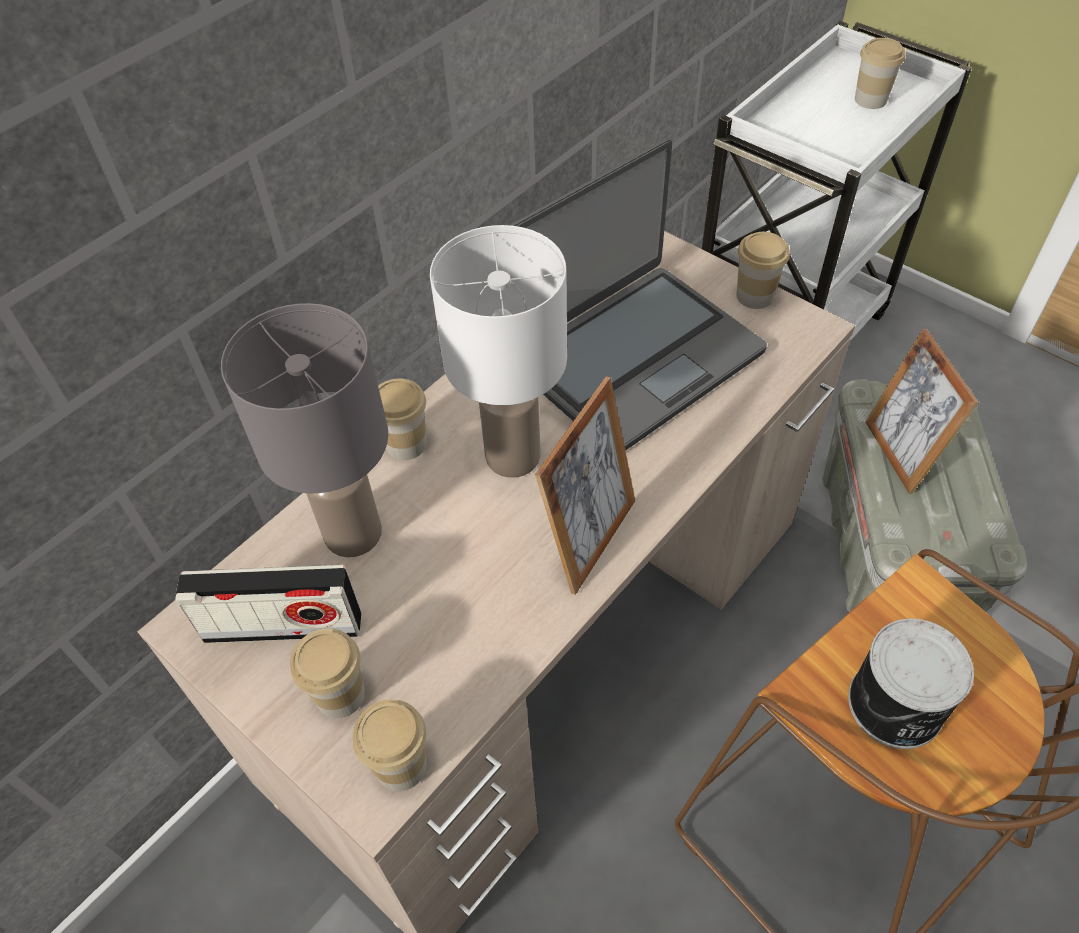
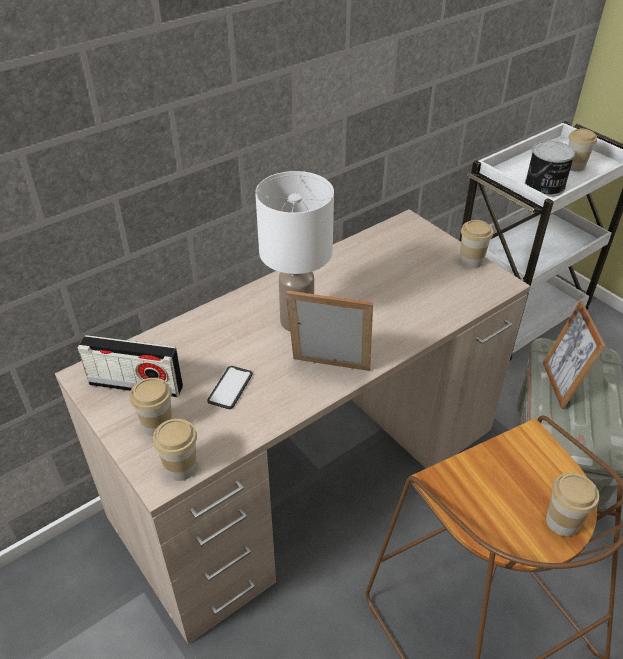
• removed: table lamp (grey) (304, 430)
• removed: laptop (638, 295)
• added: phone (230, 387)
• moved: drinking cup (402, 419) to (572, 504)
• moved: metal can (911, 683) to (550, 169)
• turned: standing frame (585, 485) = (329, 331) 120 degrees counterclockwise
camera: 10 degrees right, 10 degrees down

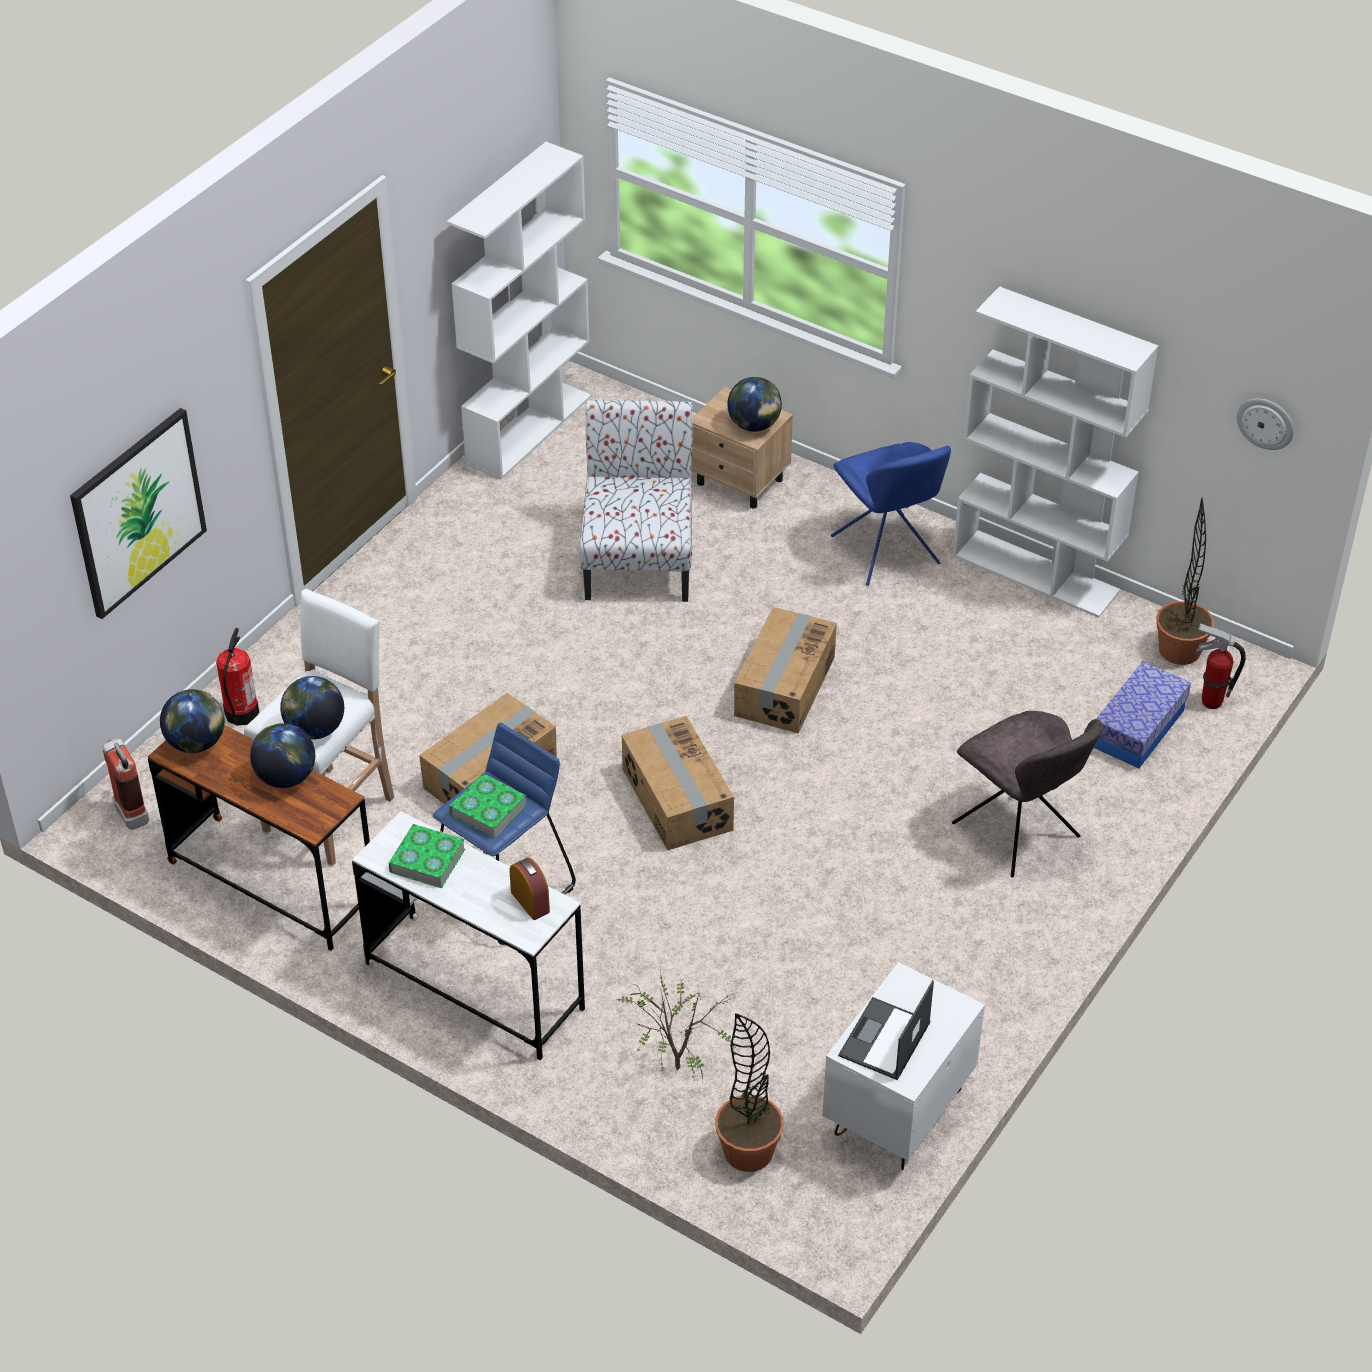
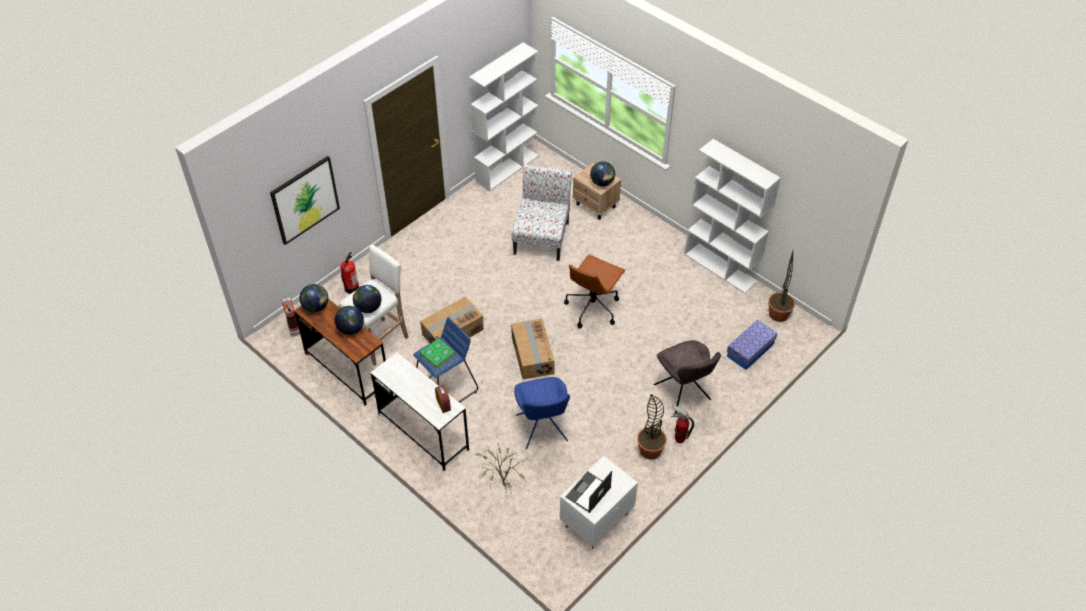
• removed: volume (427, 856)
• removed: hanging clock (1265, 424)
• moved: houseplant (749, 1092) to (652, 426)
• moved: plain chair (blue-coloured) (891, 514) to (542, 413)
• moved: extinguisher (1221, 666) to (682, 424)
• replaced: cardboard box (785, 670) to computer chair (brown-coloured) (595, 291)
camera: 10 degrees right, 5 degrees up

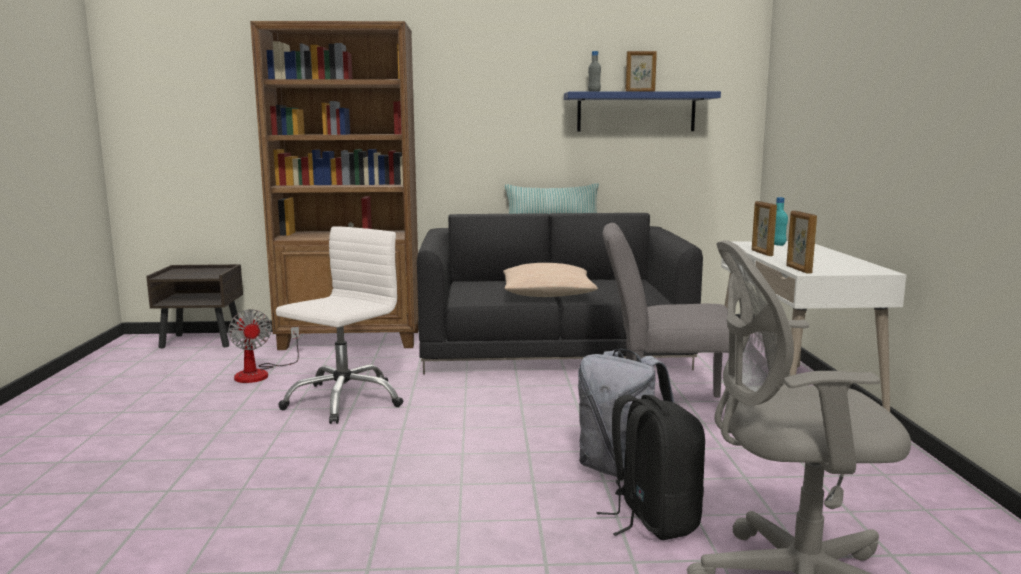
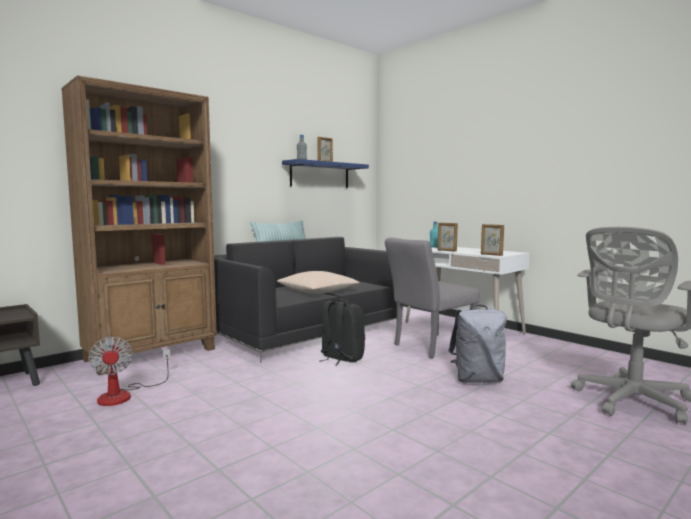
• removed: computer chair (whitish) (339, 325)
• moved: backpack (black-coloured) (650, 467) to (342, 332)
• turned: cooling fan (263, 346) = (129, 371) 45 degrees clockwise
camera: 40 degrees left, 5 degrees down

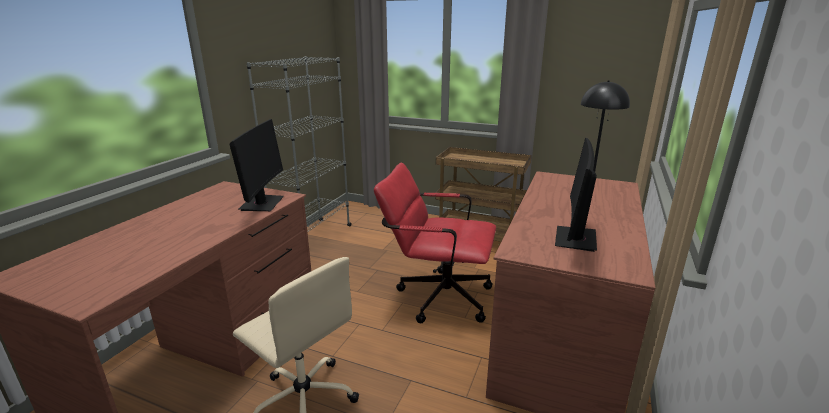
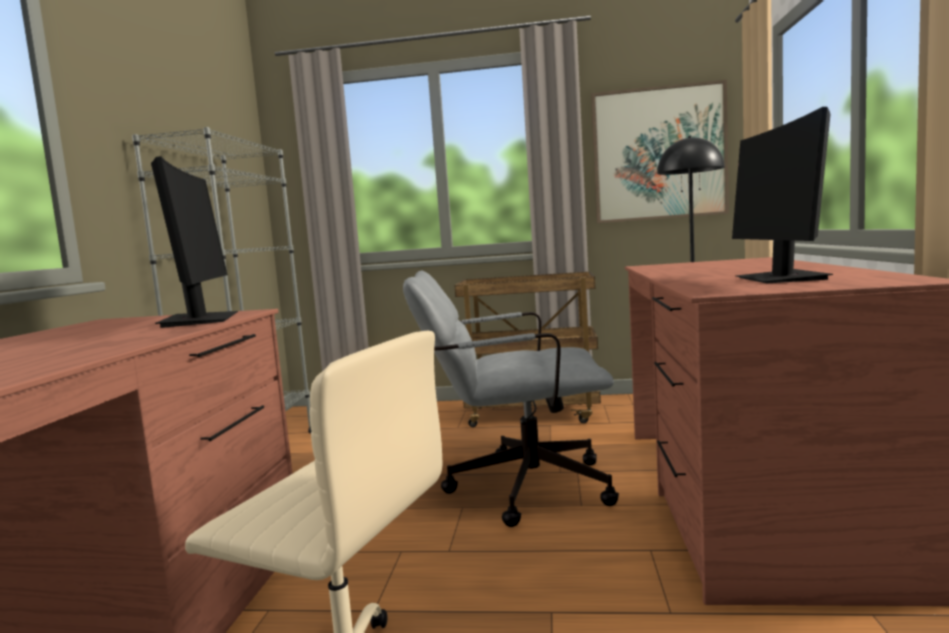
• added: picture (660, 151)
• recoloured: computer chair (reddish) (435, 243) to computer chair (grey) (511, 398)
camera: 15 degrees left, 15 degrees down

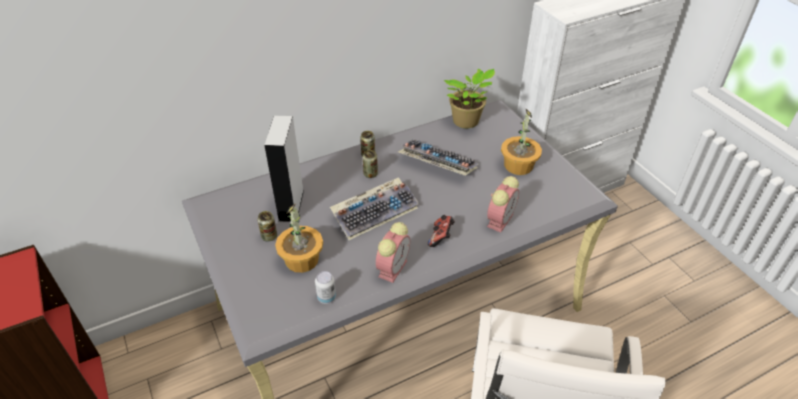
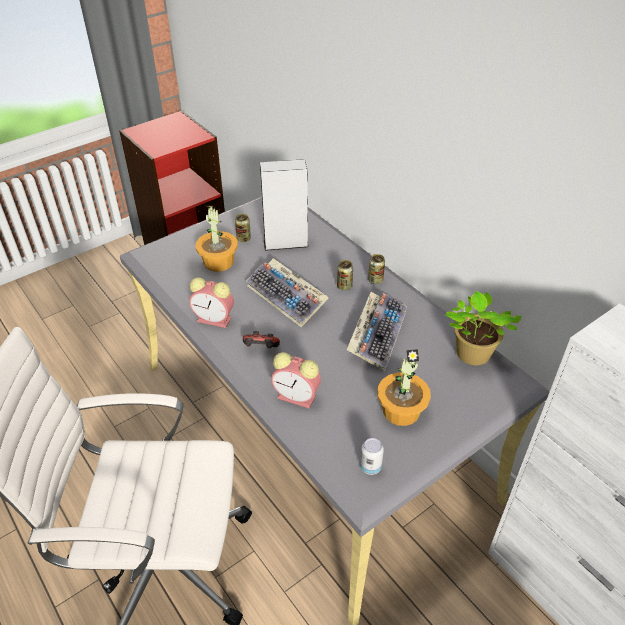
• moved: metal can (325, 287) to (372, 456)
camera: 80 degrees right, 0 degrees up

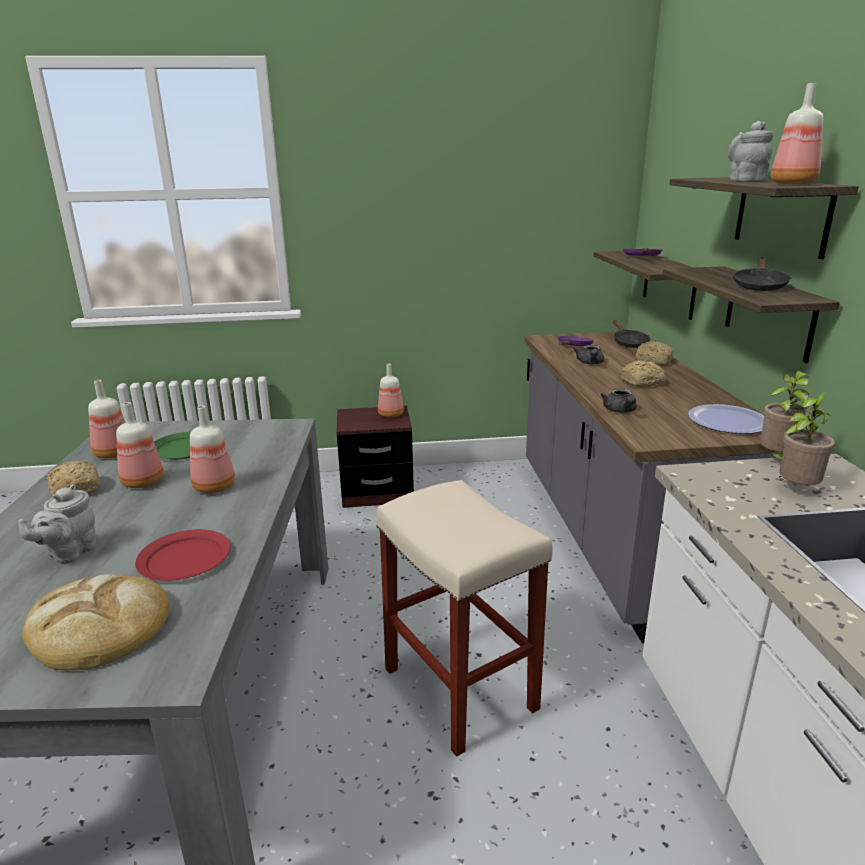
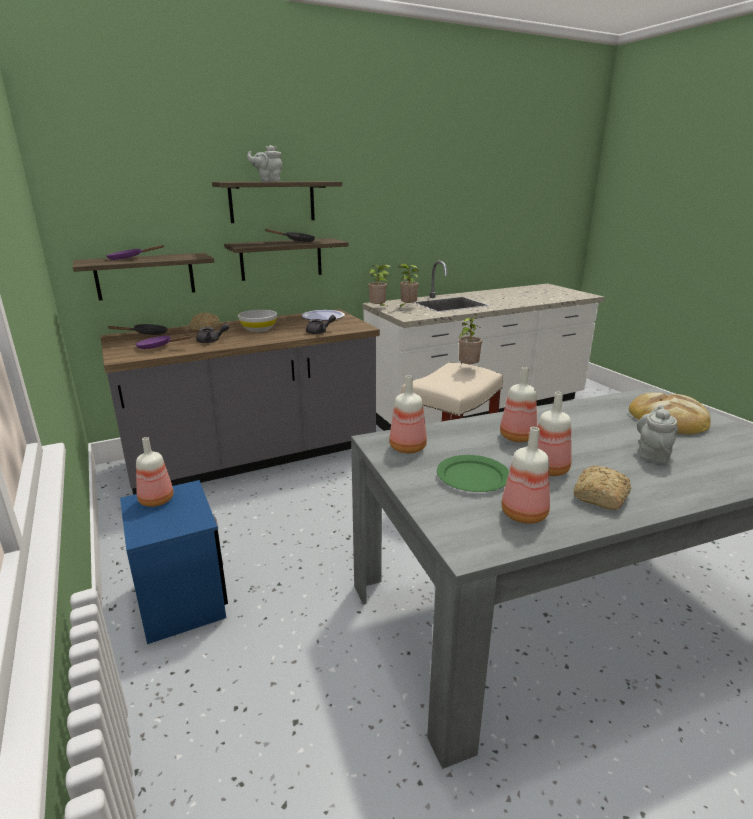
• removed: flat dish (reddish) (183, 555)
• added: houseplant (470, 339)
• moved: beverage bottle (796, 134) to (408, 414)
• replaced: bakery bread (643, 373) to deep dish (whitish) (257, 321)
• recoloured: bedside table (brown-coloured) (375, 457) to bedside table (blue-coloured) (174, 562)
• turned: tea pot (grey) (57, 524) = (657, 434) 75 degrees counterclockwise
camera: 110 degrees left, 0 degrees up

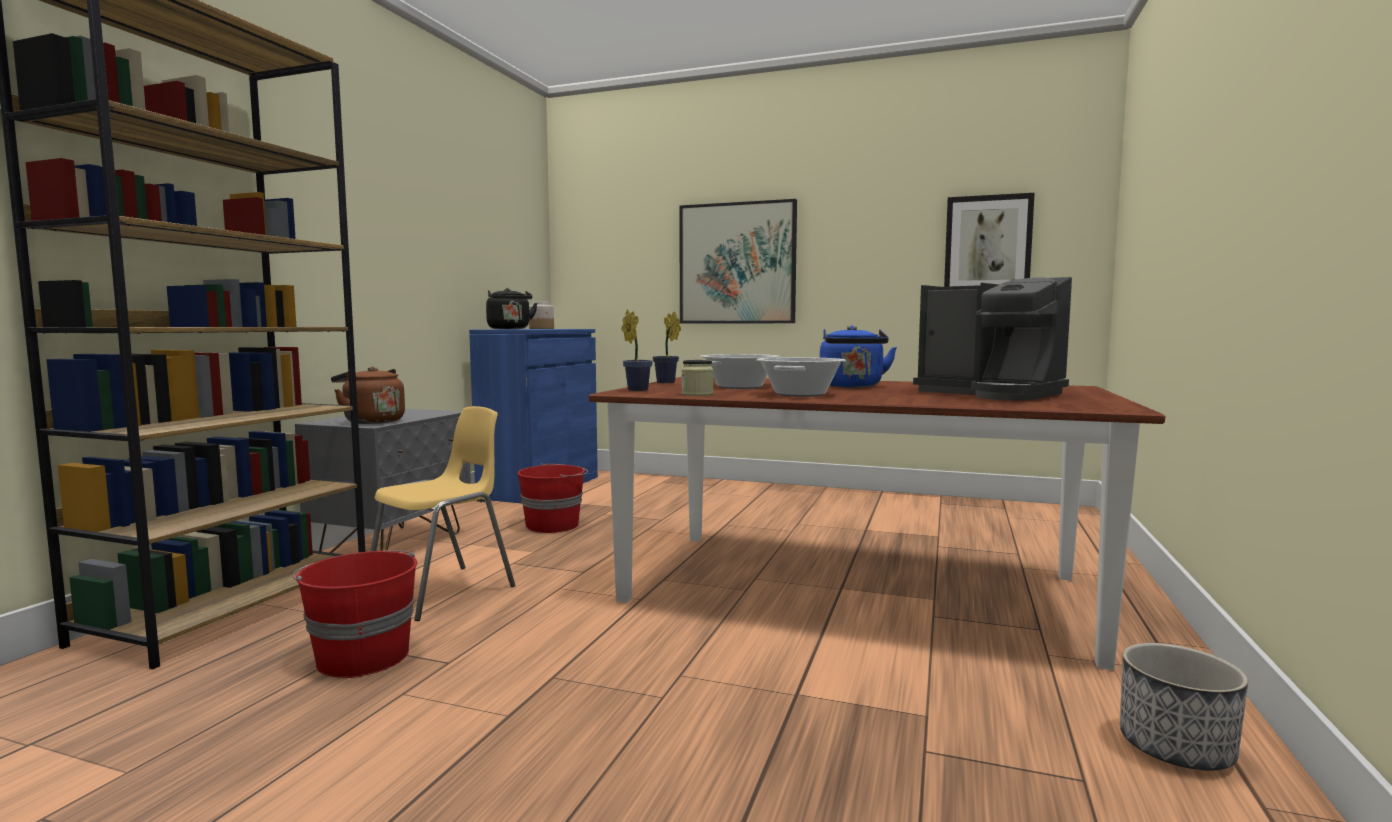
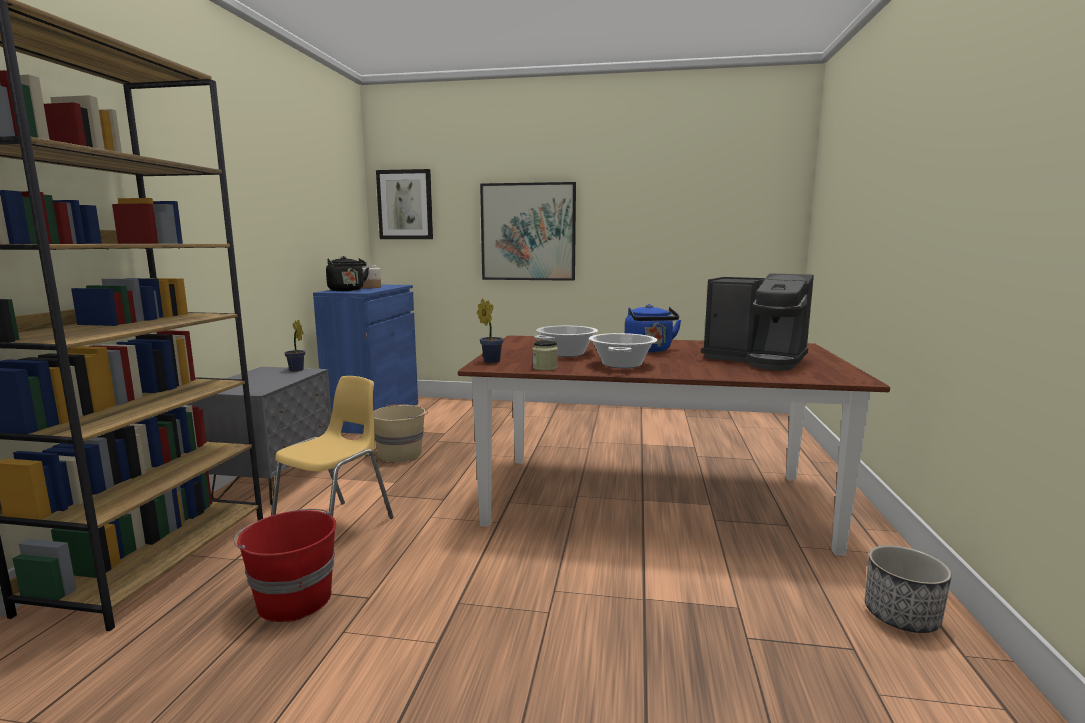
• removed: tea kettle (brown-coloured) (368, 395)
• moved: houseplant (667, 347) to (295, 345)
• moved: picture (989, 240) to (404, 204)
• recoloured: water bucket (reddish) (553, 498) to water bucket (beige) (400, 433)
camera: 10 degrees left, 5 degrees up

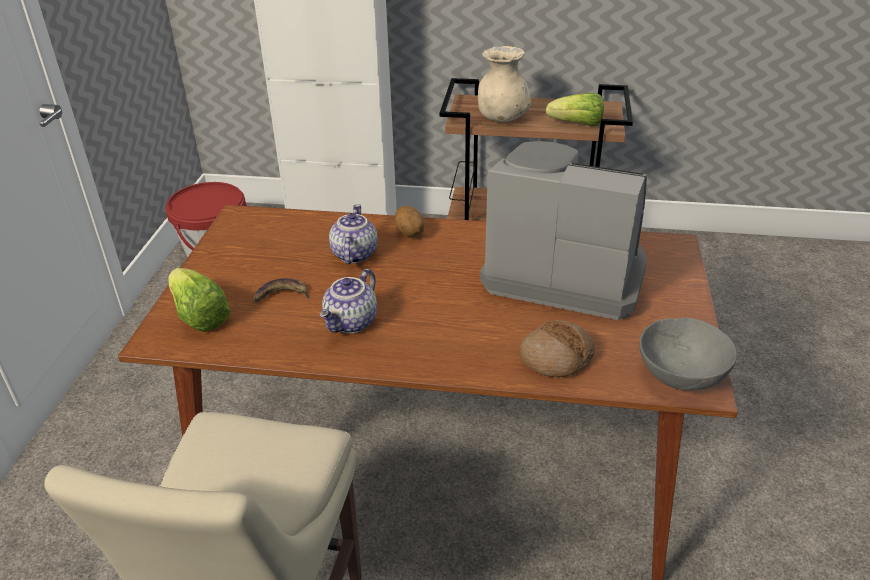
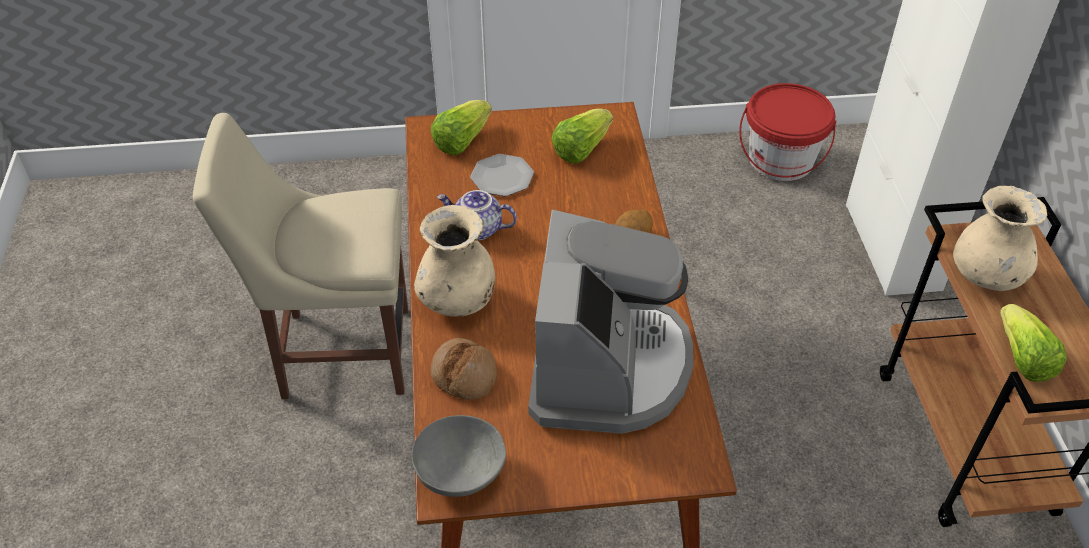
• removed: tea pot (353, 234)
• added: vase (beige) (454, 261)
• added: lettuce (582, 136)
• replaced: banana (282, 290) to flat dish (502, 175)
camera: 75 degrees right, 10 degrees up

